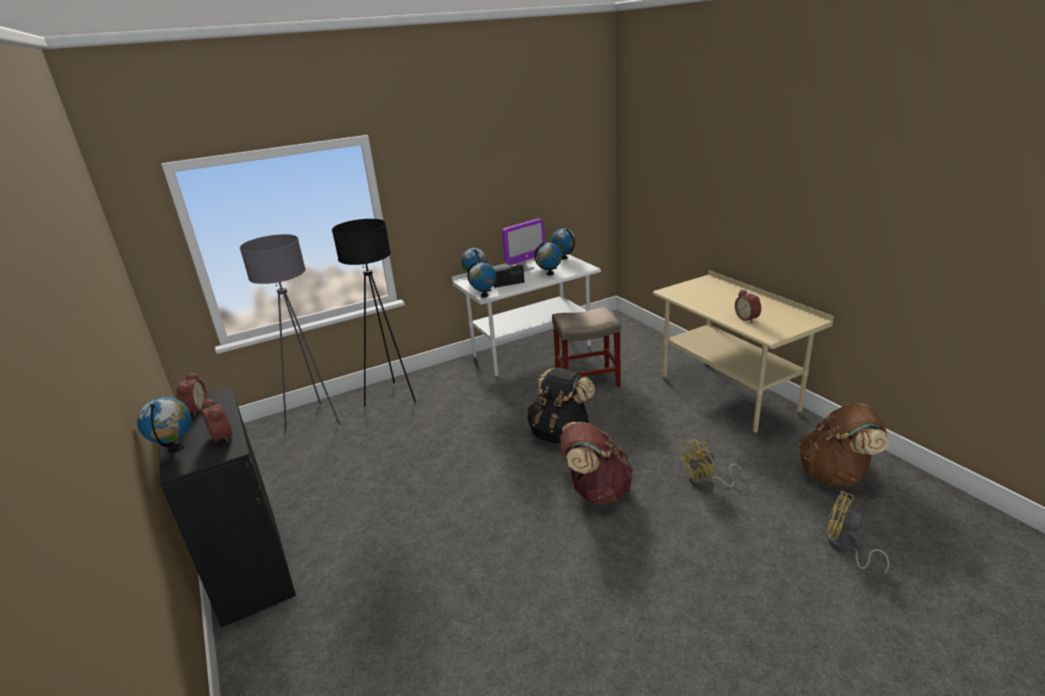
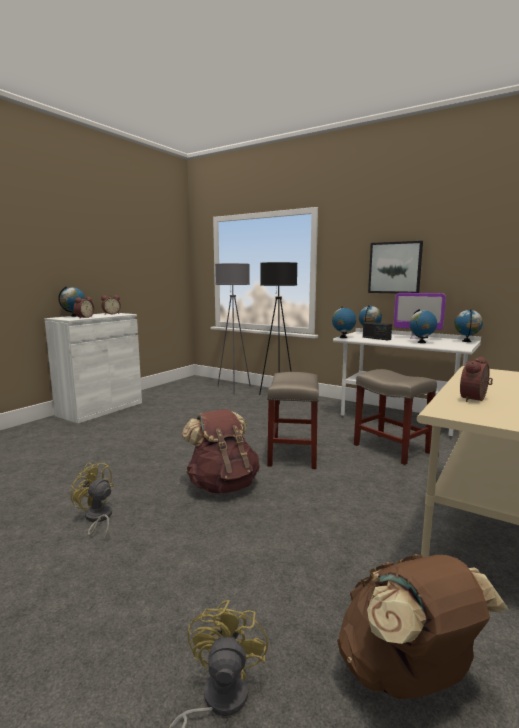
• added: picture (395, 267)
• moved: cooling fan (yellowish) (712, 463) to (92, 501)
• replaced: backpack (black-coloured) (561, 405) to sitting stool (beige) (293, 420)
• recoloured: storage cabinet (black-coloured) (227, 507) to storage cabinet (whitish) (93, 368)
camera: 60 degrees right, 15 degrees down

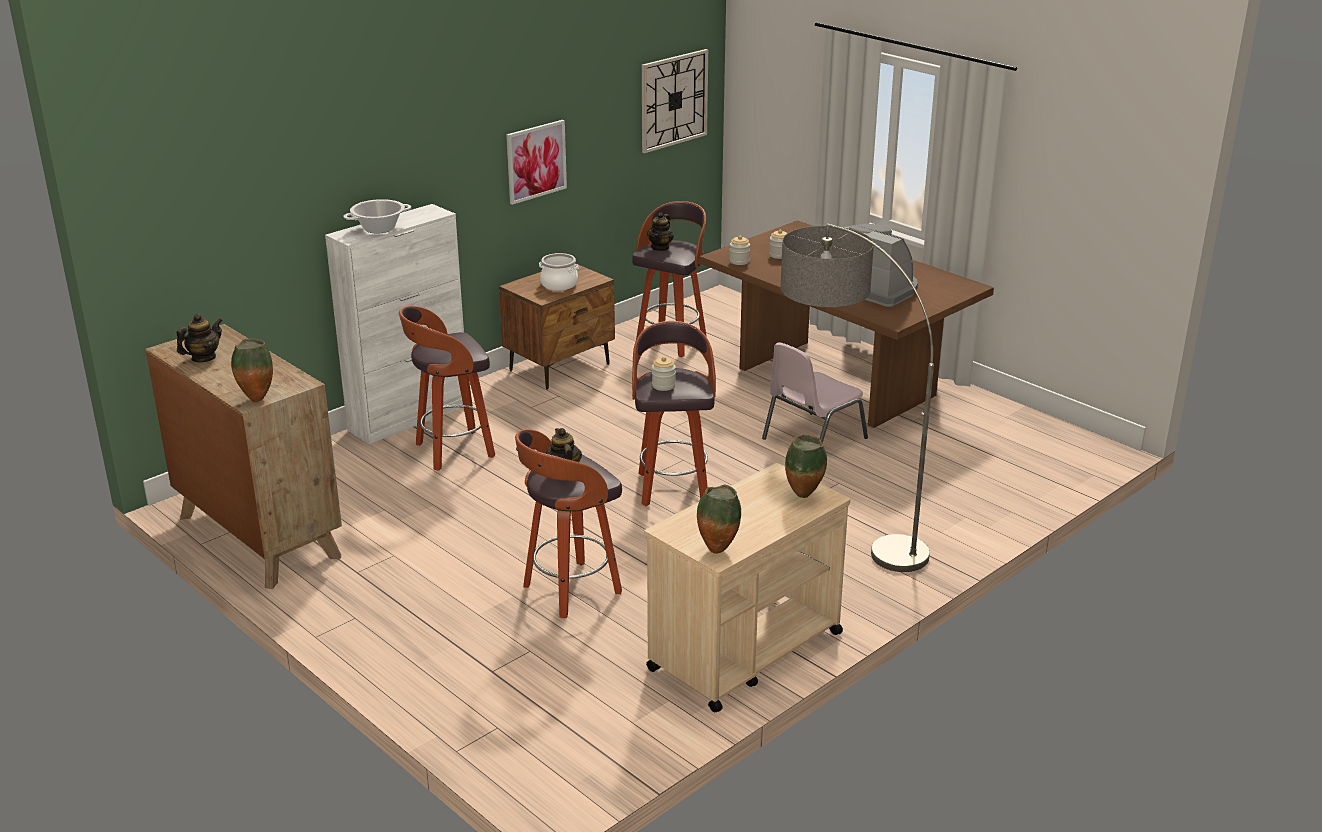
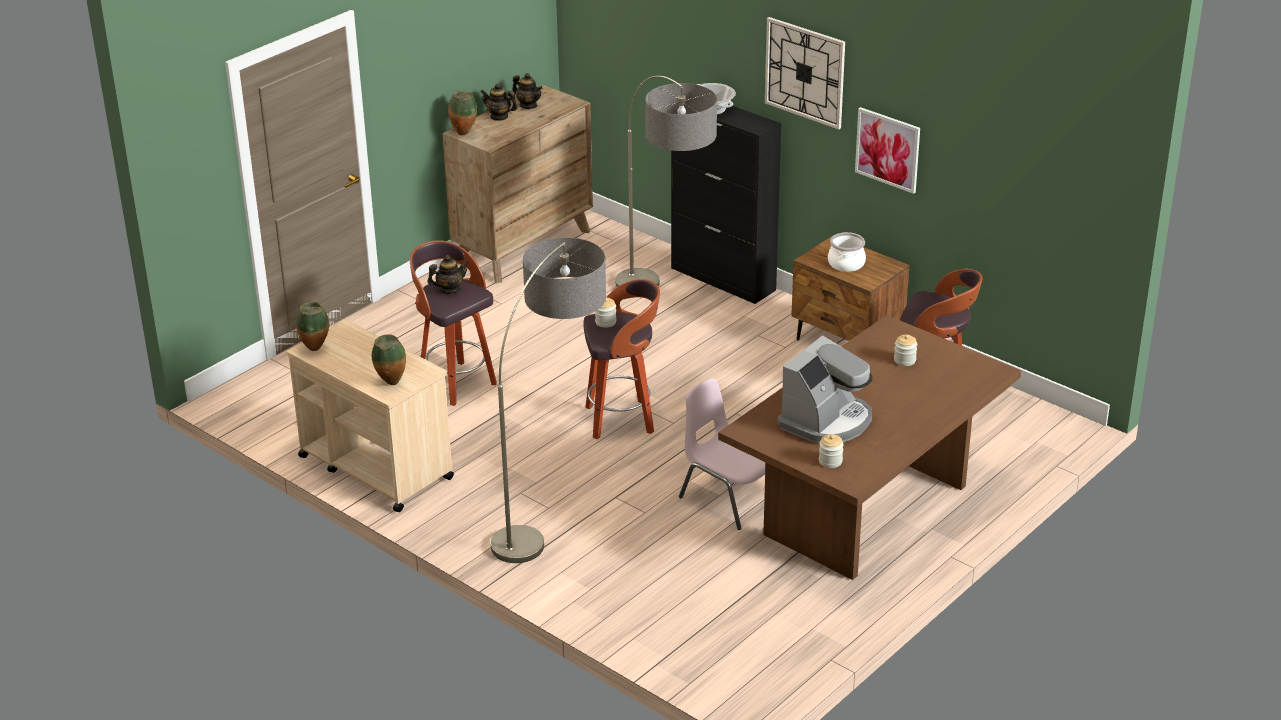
• moved: hanging clock (675, 101) to (805, 73)
• moved: tea pot (660, 231) to (498, 102)
• moved: jar (739, 250) to (831, 451)
• replaced: sitting stool (447, 388) to standard lamp (666, 181)
• recoloured: storage cabinet (whitish) (394, 324) to storage cabinet (black-coloured) (726, 204)
camera: 85 degrees right, 5 degrees up

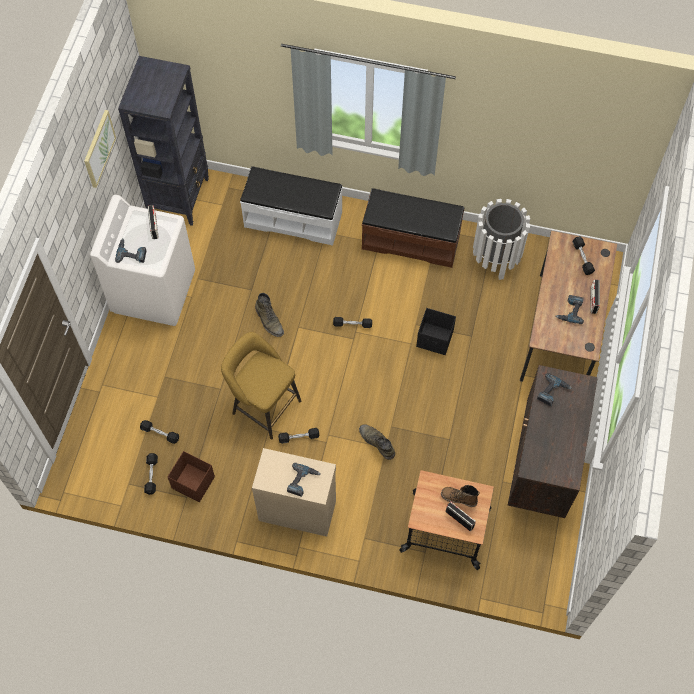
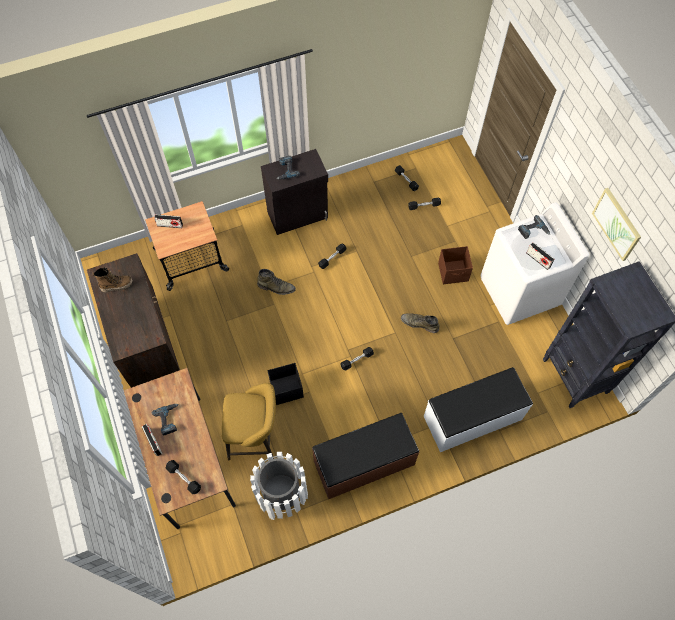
• removed: electric drill (554, 389)
• moved: storage container (brown-coloured) (191, 476) to (455, 265)
• moved: sitting stool (yellowish) (261, 385) to (249, 421)
• moved: tall boot (460, 496) to (112, 280)
• recoloured: storage cabinet (beige) (294, 492) to storage cabinet (black-coloured) (294, 192)
camera: 145 degrees right, 0 degrees up

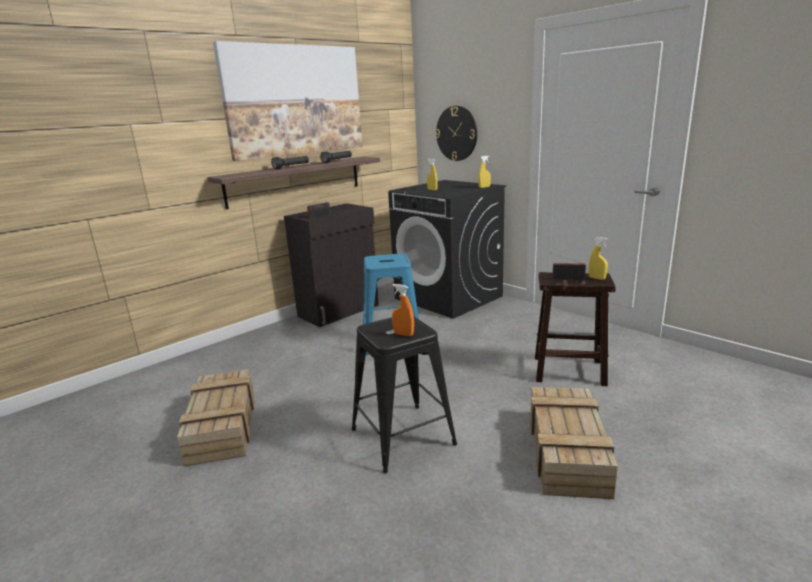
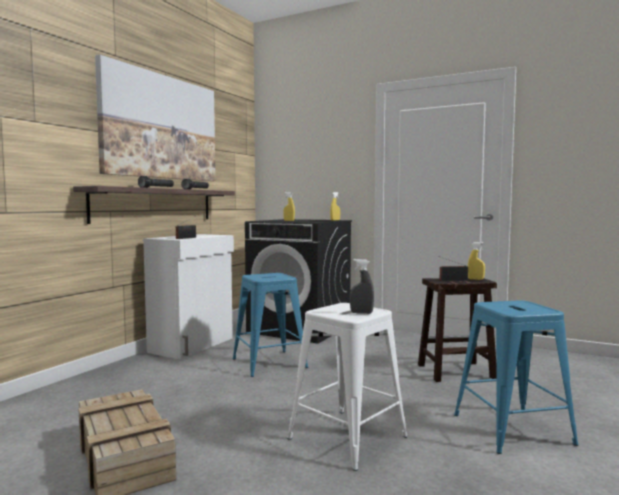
• removed: hanging clock (456, 133)
• replaced: crate (574, 443) to sitting stool (blue-coloured) (516, 377)
• recoloured: storage cabinet (black-coloured) (331, 265) to storage cabinet (whitish) (188, 296)
• recoloured: sitting stool (black-coloured) (404, 395) to sitting stool (whitish) (347, 387)
• recoloured: sprayer (orange) (403, 310) to sprayer (grey) (362, 286)
camera: 20 degrees left, 15 degrees down

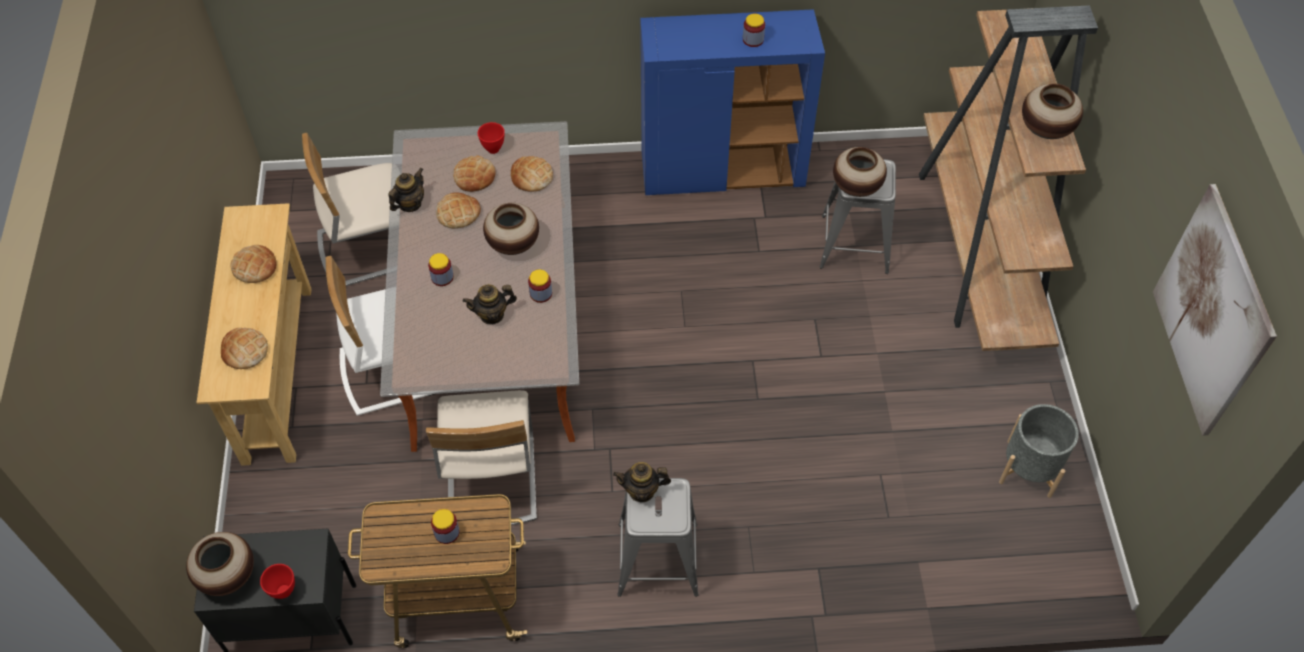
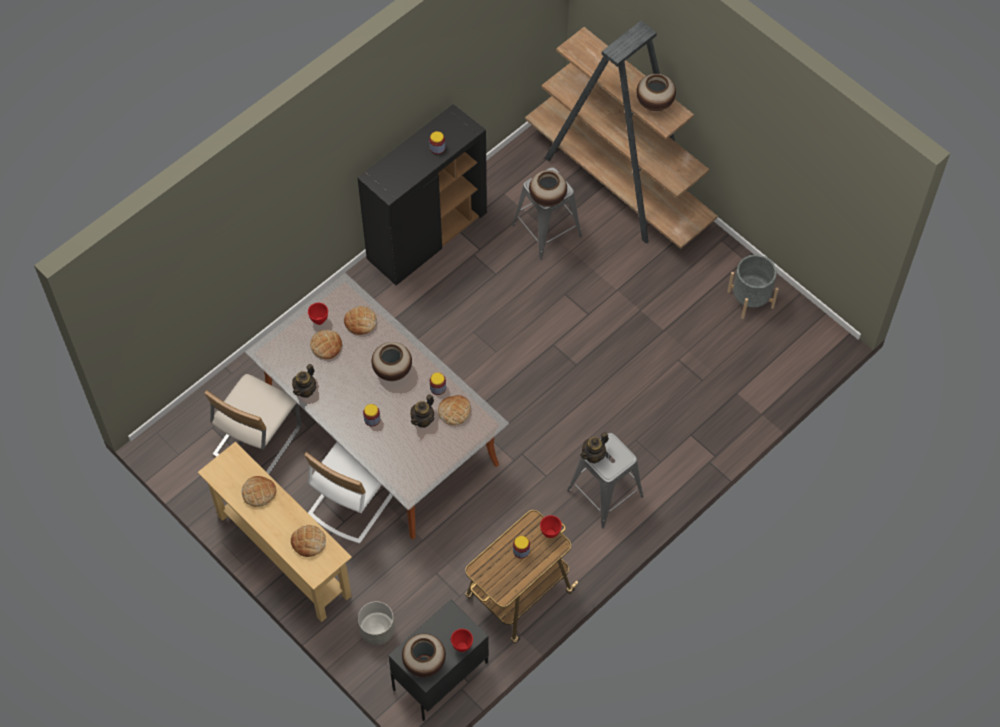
• removed: plain chair (beige) (481, 457)
• removed: picture (1215, 310)
• added: plant pot (grey) (376, 623)
• added: deep dish (reddish) (551, 526)
• moved: bakery bread (458, 210) to (454, 410)
• recoloured: storage cabinet (blue-coloured) (732, 102) to storage cabinet (black-coloured) (422, 194)
• turned: tea pot (406, 190) = (304, 381) 150 degrees counterclockwise
camera: 40 degrees left, 5 degrees up

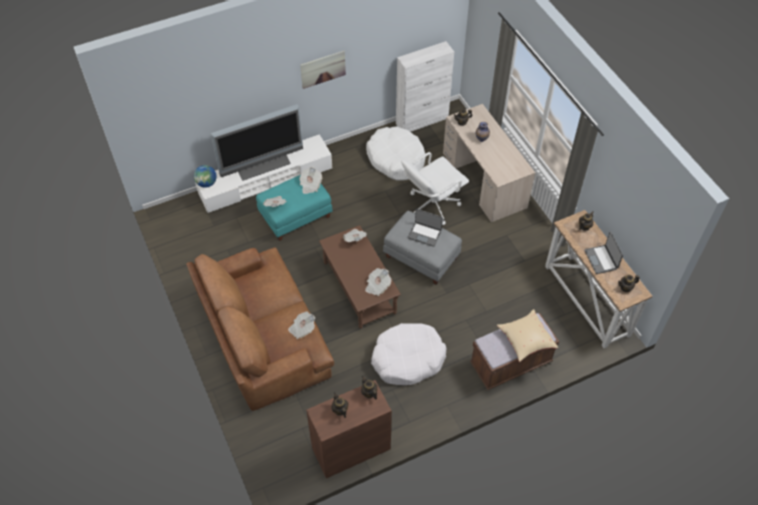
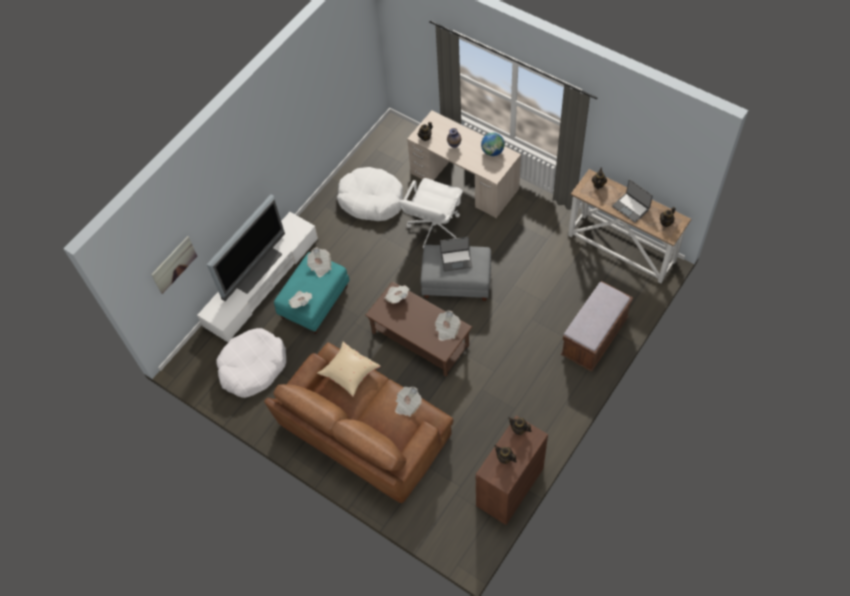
• removed: storage cabinet (whitish) (425, 86)
• moved: desk globe (205, 176) to (493, 144)
• moved: picture (323, 70) to (174, 265)
• moved: dog cushion (whitish) (409, 354) to (251, 363)
• moved: pillow (beige) (527, 335) to (348, 369)
camera: 25 degrees left, 5 degrees up

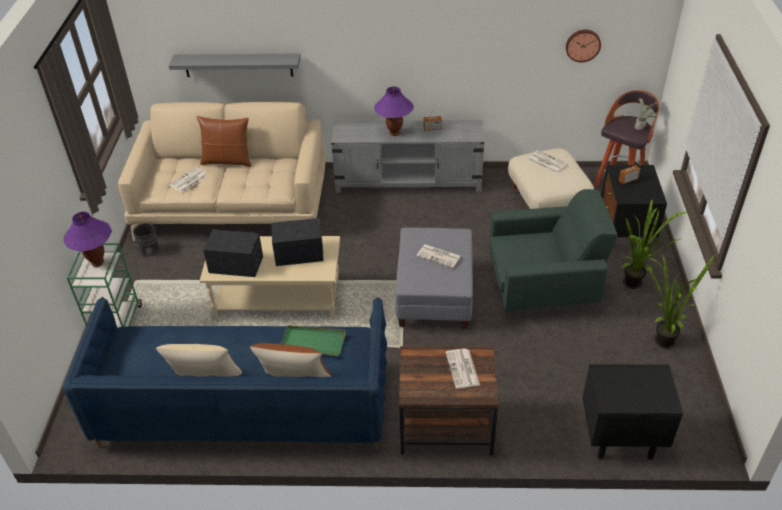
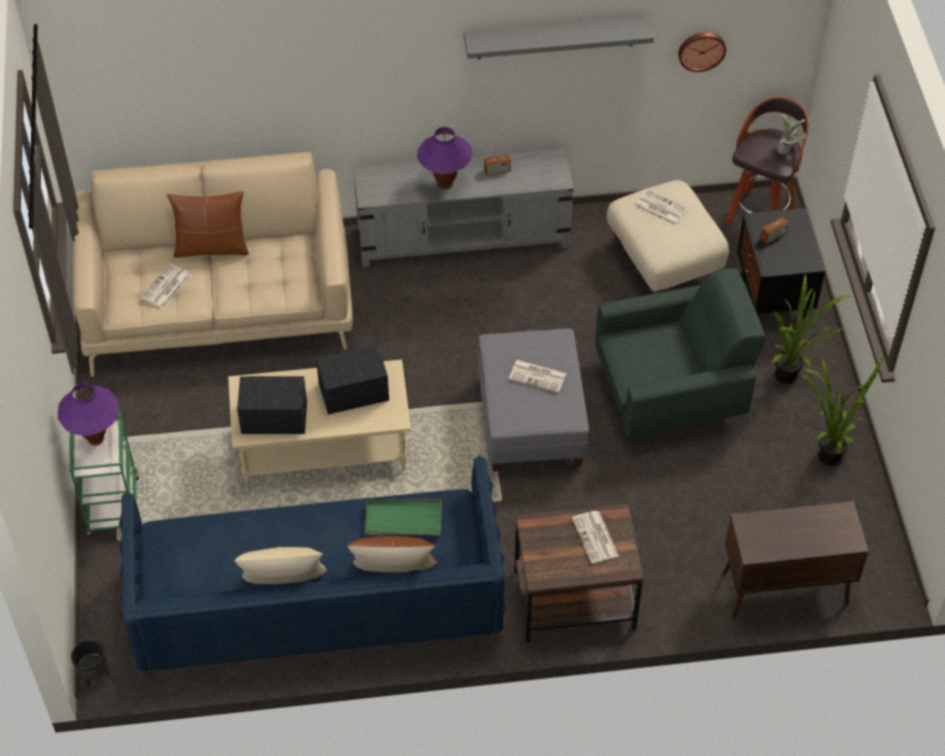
• moved: plant pot (black-coloured) (146, 240) to (90, 664)
• moved: bracket shelf (grey) (235, 65) to (559, 37)
• replaced: bedside table (black-coloured) (632, 412) to storage cabinet (brown-coloured) (795, 560)
camera: 10 degrees left, 10 degrees up

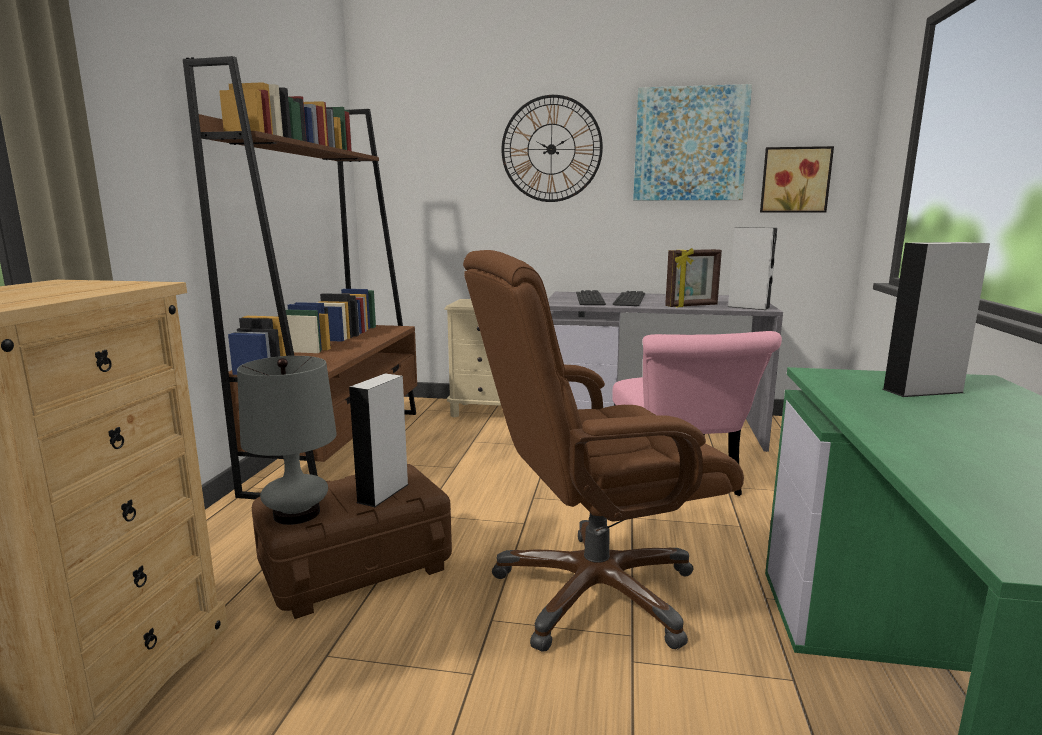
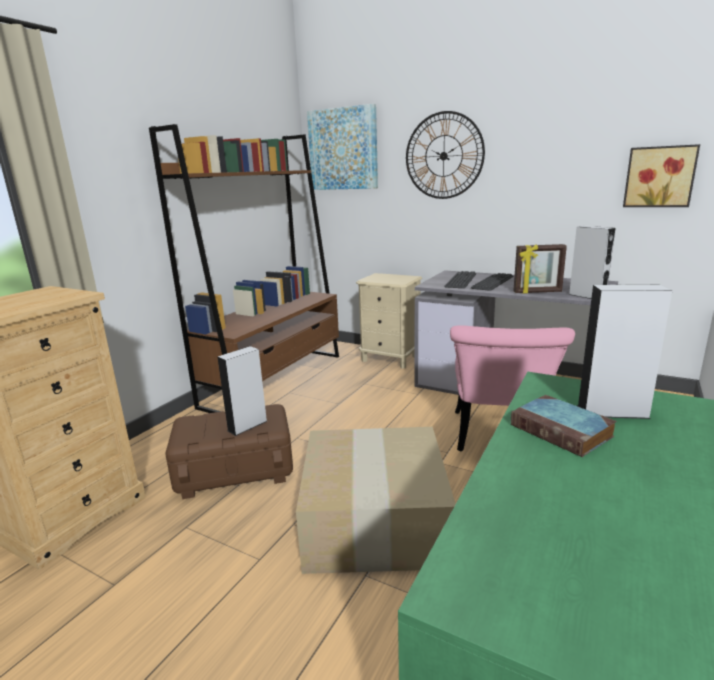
• removed: table lamp (grey) (287, 440)
• added: volume (564, 426)
• moved: picture (692, 142) to (342, 147)
• replaced: computer chair (brown-coloured) (603, 451) to cardboard box (376, 500)
camera: 20 degrees right, 5 degrees up

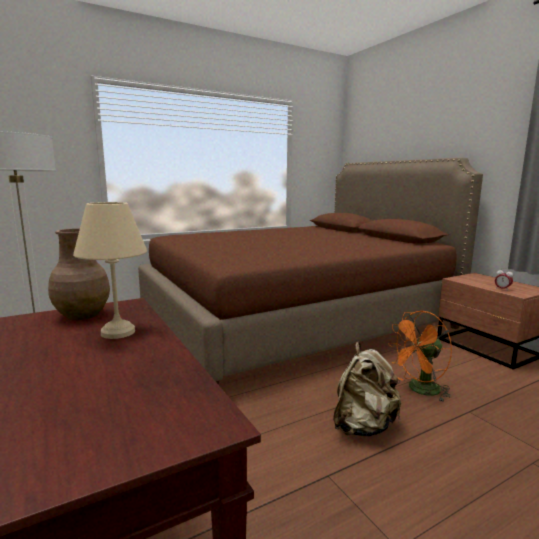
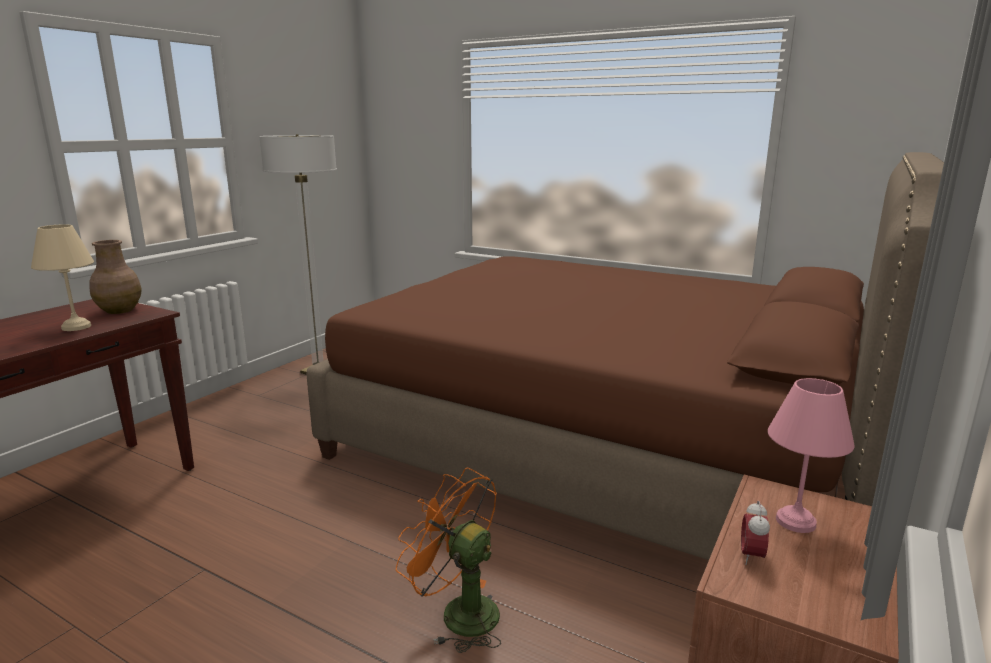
• removed: backpack (beige) (367, 389)
• added: table lamp (pink) (811, 455)
camera: 60 degrees right, 5 degrees up

